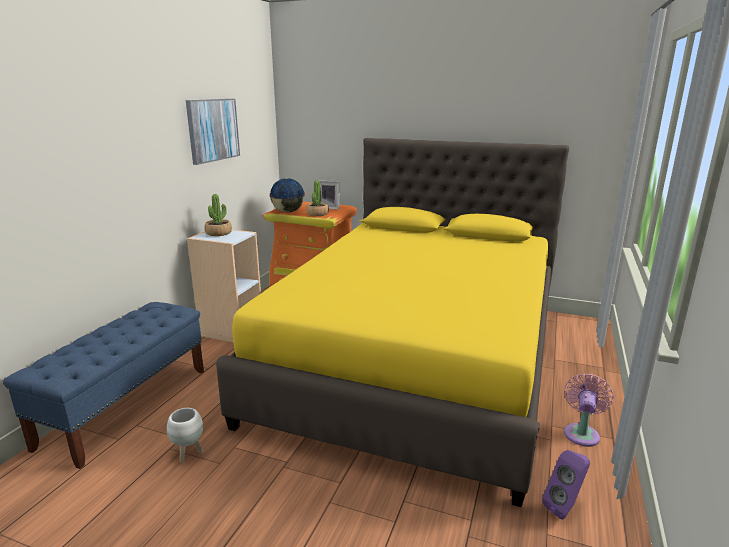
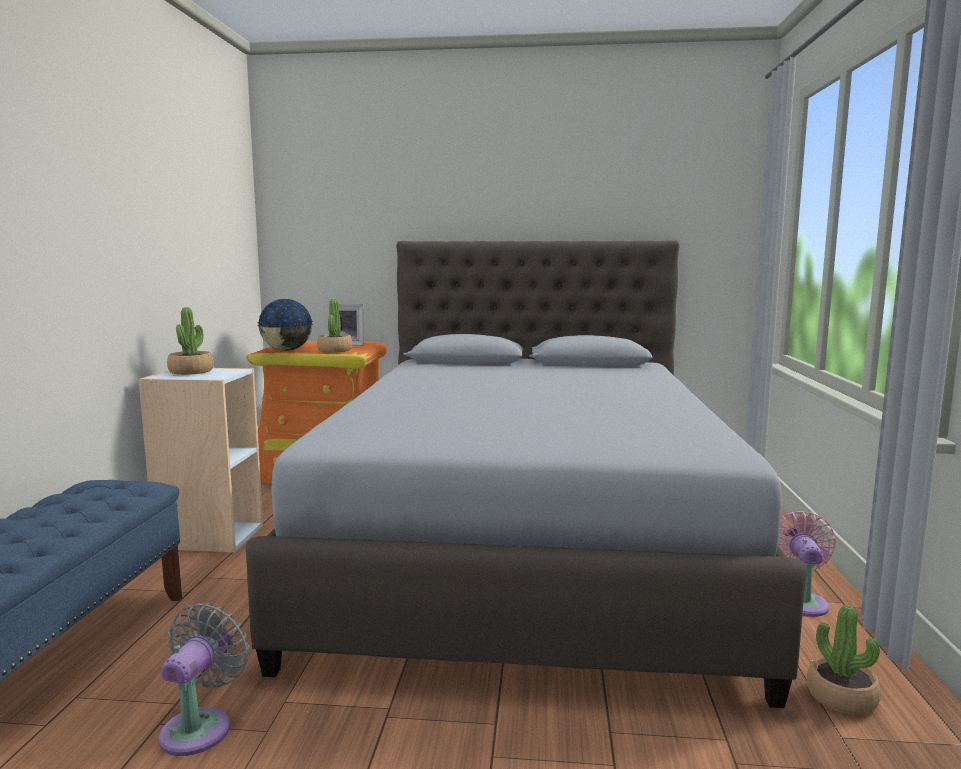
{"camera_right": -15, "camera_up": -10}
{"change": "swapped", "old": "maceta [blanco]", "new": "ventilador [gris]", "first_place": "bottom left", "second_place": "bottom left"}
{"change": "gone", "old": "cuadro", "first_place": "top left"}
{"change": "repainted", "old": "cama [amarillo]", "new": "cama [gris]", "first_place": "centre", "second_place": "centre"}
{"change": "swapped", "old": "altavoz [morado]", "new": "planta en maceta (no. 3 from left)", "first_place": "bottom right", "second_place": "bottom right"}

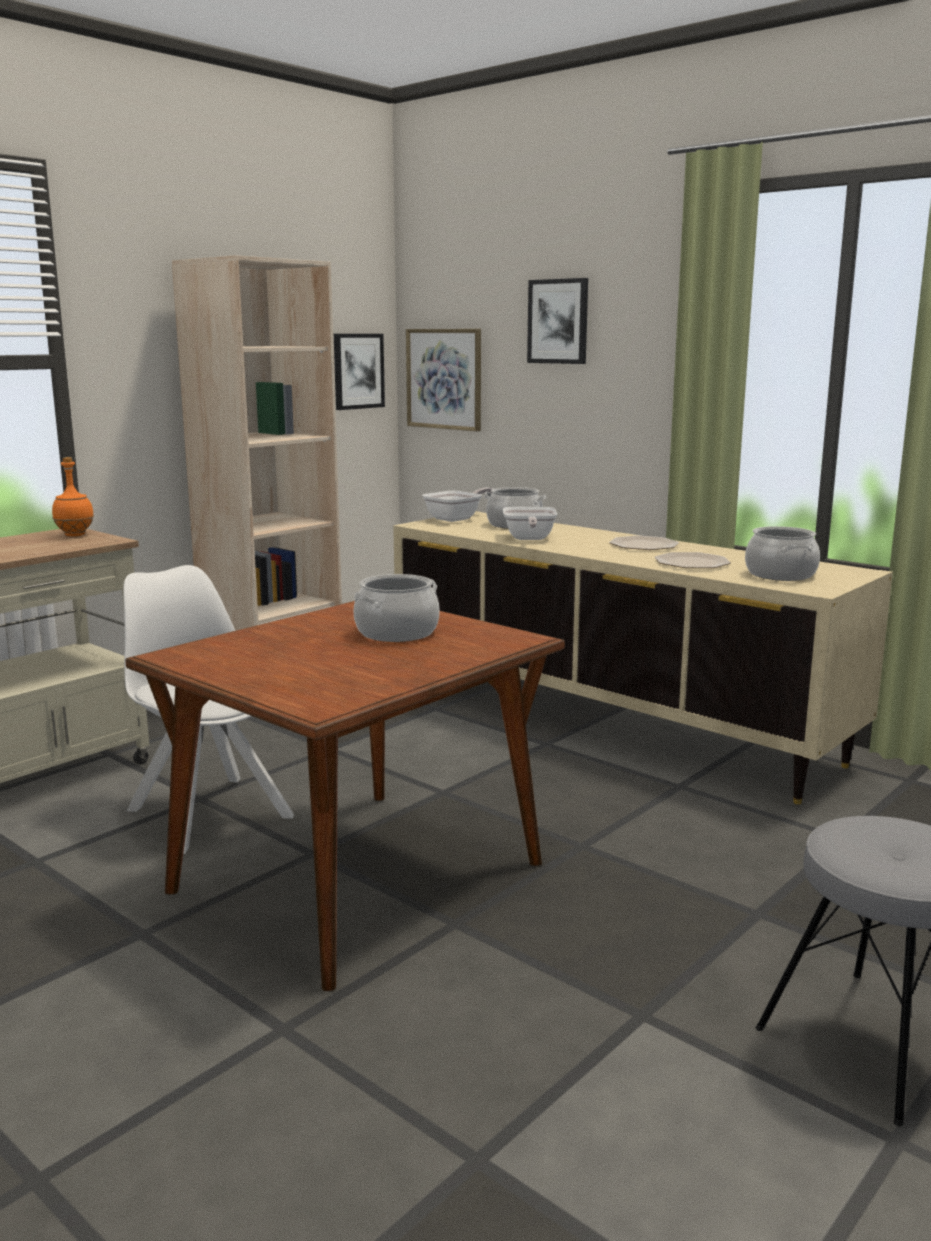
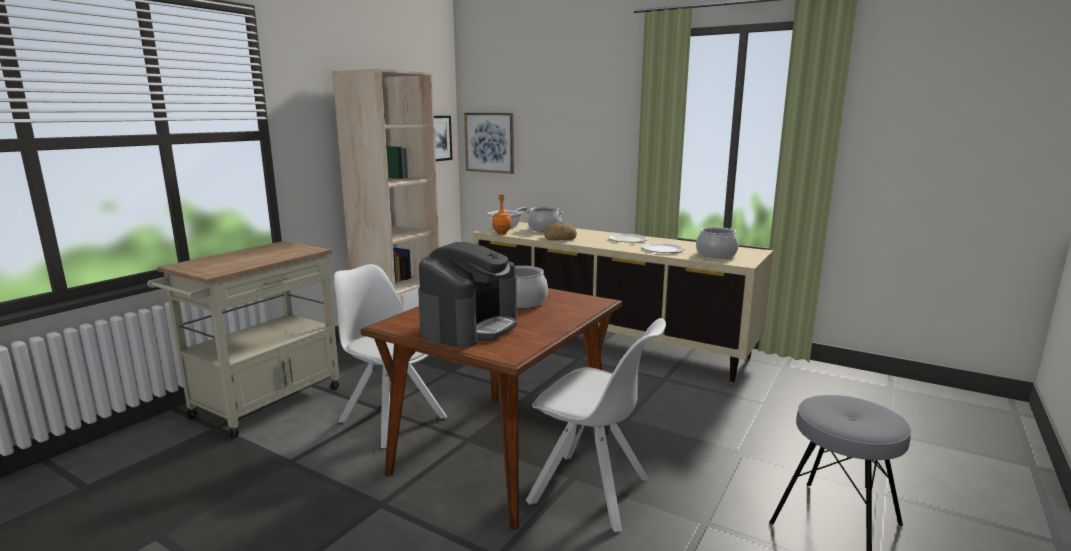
{"camera_right": -10, "camera_up": 0}
{"change": "shifted", "old": "botella [naranja]", "first_place": "middle left", "second_place": "centre"}
{"change": "swapped", "old": "sartén (no. 2 from left)", "new": "pan", "first_place": "centre", "second_place": "centre"}
{"change": "gone", "old": "cuadro (no. 3 from left)", "first_place": "top centre"}
{"change": "new", "new": "cafetera", "second_place": "centre"}
{"change": "new", "new": "silla [blanco] (no. 2 from left)", "second_place": "bottom centre"}

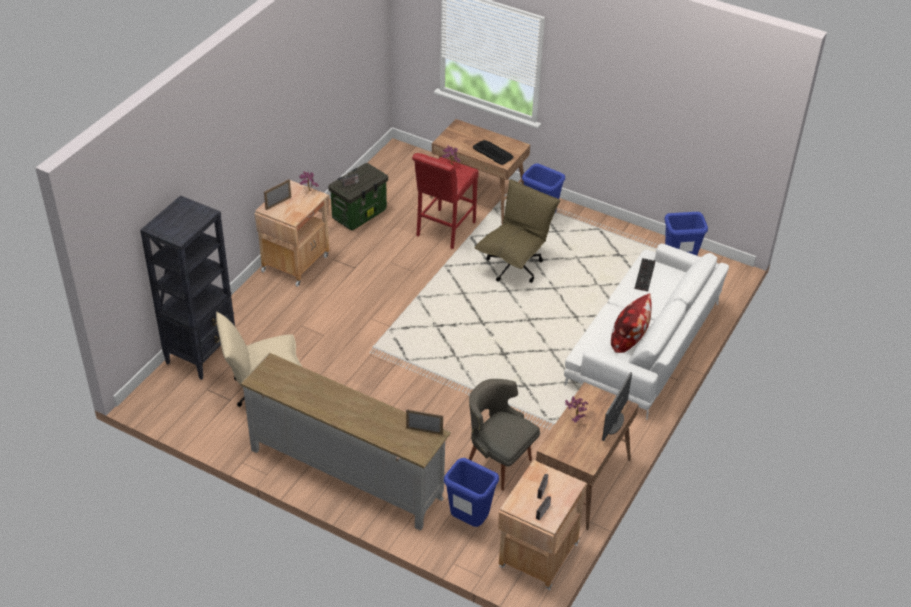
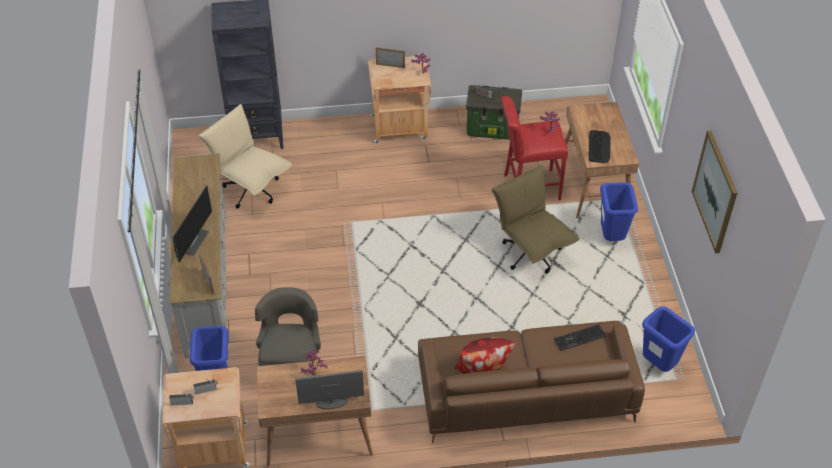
{"camera_right": 55, "camera_up": 5}
{"change": "rotated", "old": "silla de oficina [beis] (no. 2 from left)", "first_place": "centre", "second_place": "centre", "degrees": -120}
{"change": "repainted", "old": "sofá [blanco]", "new": "sofá [marrón]", "first_place": "middle right", "second_place": "bottom centre"}
{"change": "new", "new": "monitor (no. 1 from left)", "second_place": "middle left"}
{"change": "new", "new": "cuadro", "second_place": "middle right"}

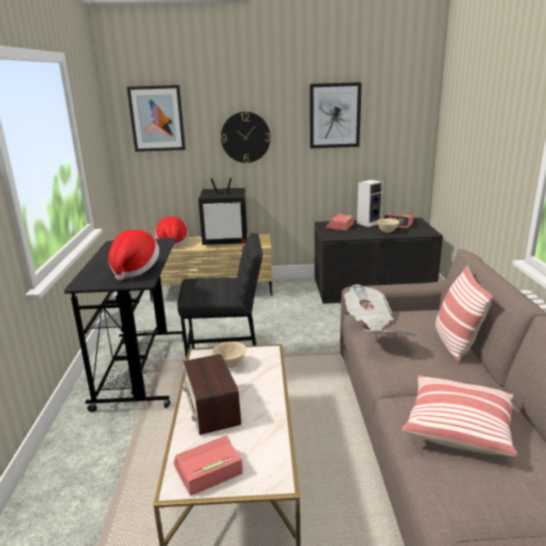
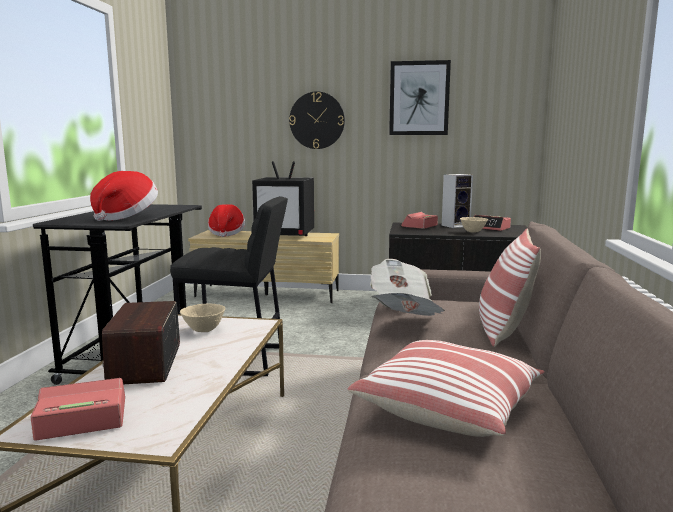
{"camera_right": 10, "camera_up": -10}
{"change": "gone", "old": "cuadro (no. 1 from left)", "first_place": "top left"}

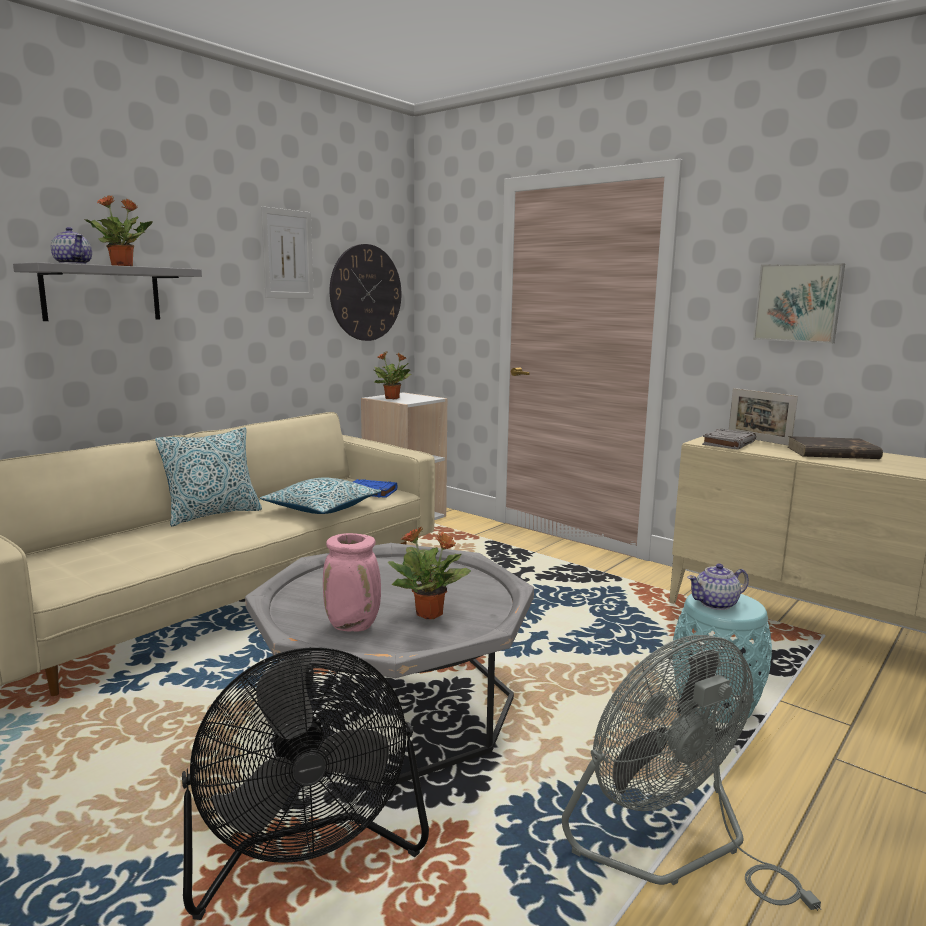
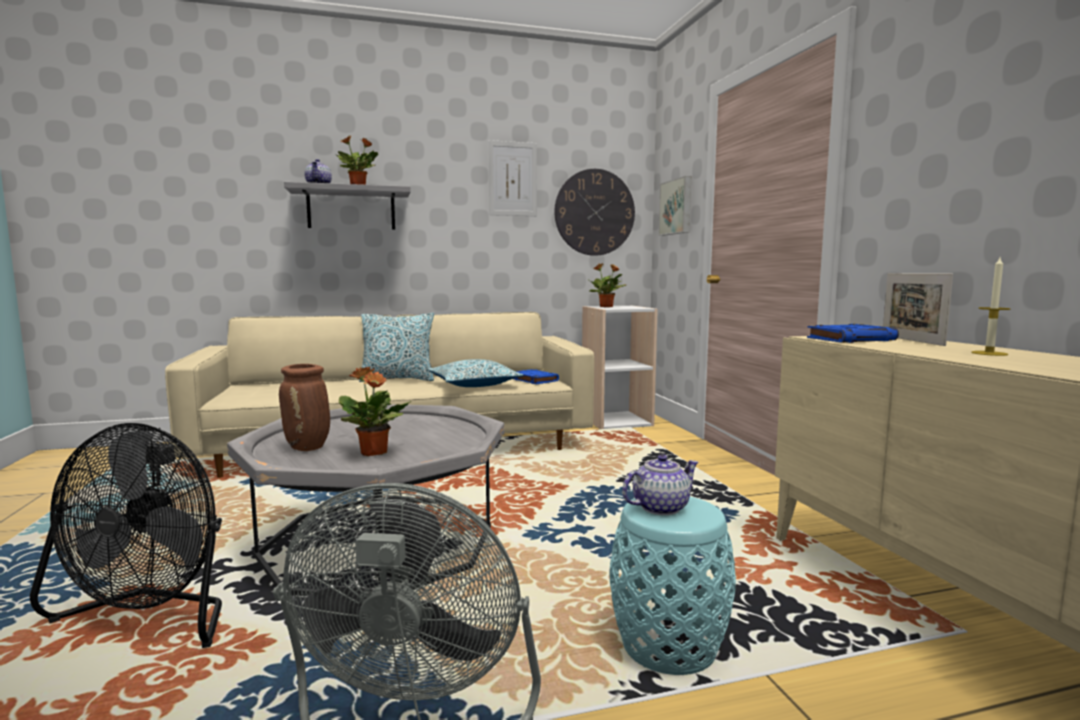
{"camera_right": 35, "camera_up": -5}
{"change": "repainted", "old": "florero [rosa]", "new": "florero [marrón]", "first_place": "centre", "second_place": "middle left"}
{"change": "rotated", "old": "tetera (no. 2 from left)", "first_place": "middle right", "second_place": "bottom centre", "degrees": 135}
{"change": "repainted", "old": "libro [gris]", "new": "libro [azul] (no. 2 from left)", "first_place": "middle right", "second_place": "middle right"}
{"change": "shifted", "old": "cuadro (no. 2 from left)", "first_place": "top right", "second_place": "top centre"}
{"change": "swapped", "old": "libro [marrón]", "new": "vela", "first_place": "middle right", "second_place": "middle right"}

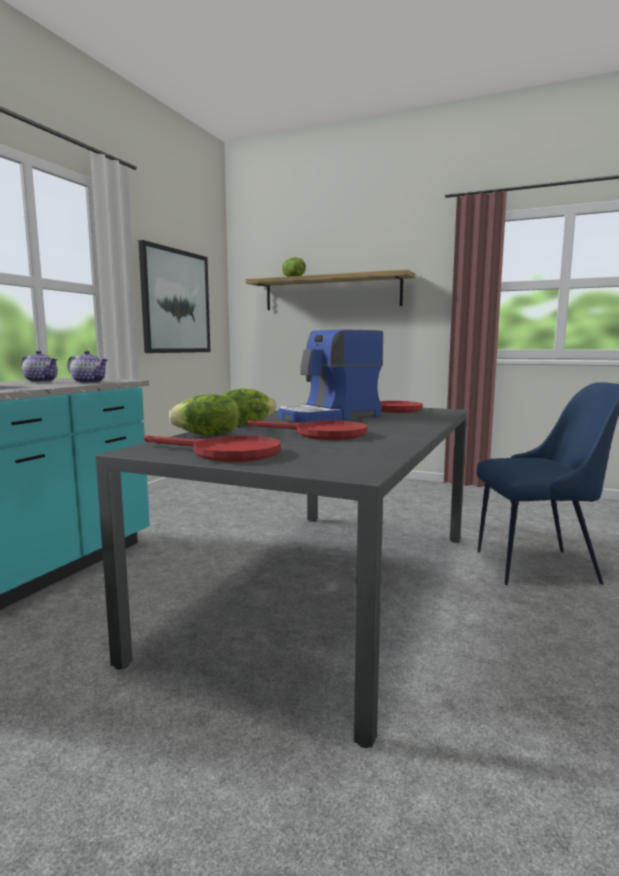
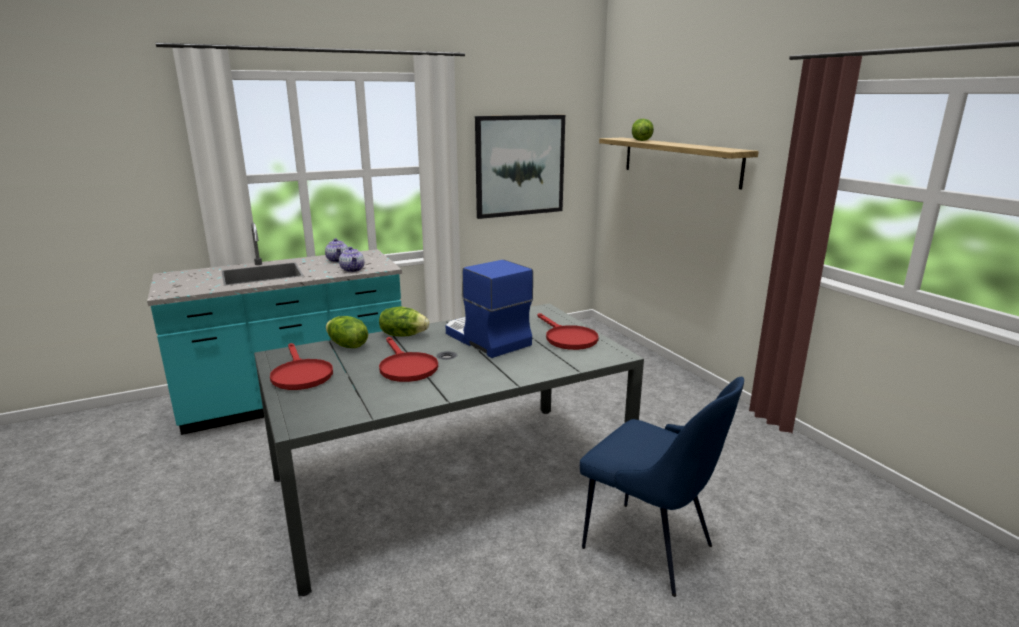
{"camera_right": 40, "camera_up": 10}
{"change": "rotated", "old": "cafetera", "first_place": "centre", "second_place": "centre", "degrees": 45}

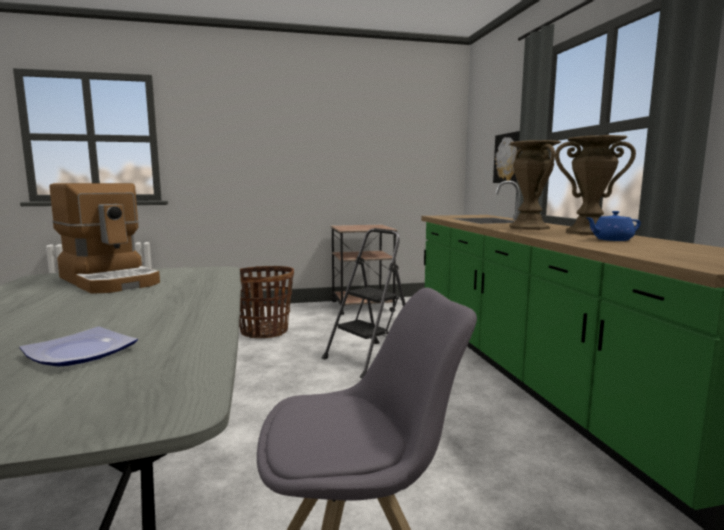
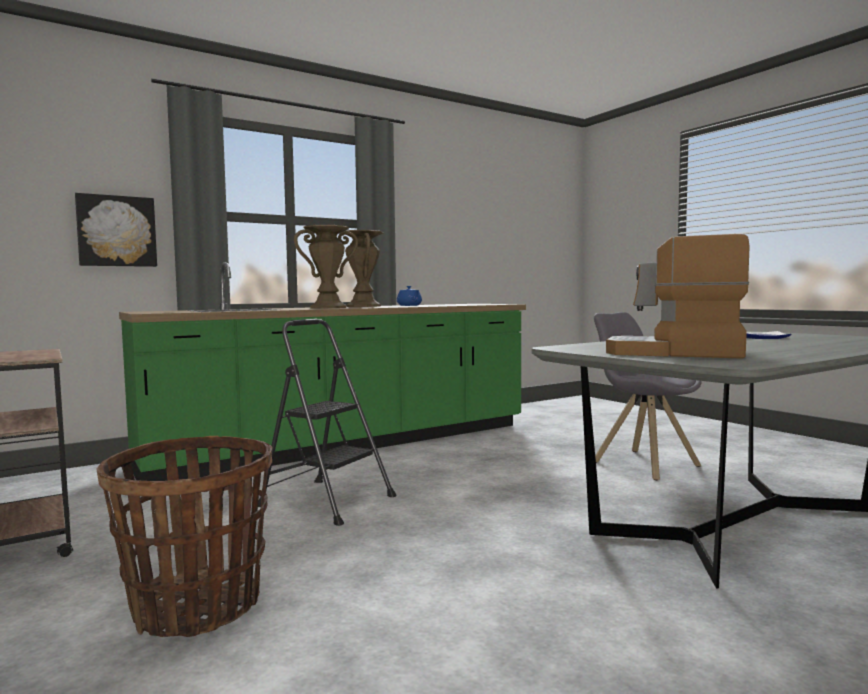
{"camera_right": -110, "camera_up": -5}
{"change": "rotated", "old": "cafetera", "first_place": "middle left", "second_place": "middle right", "degrees": -90}

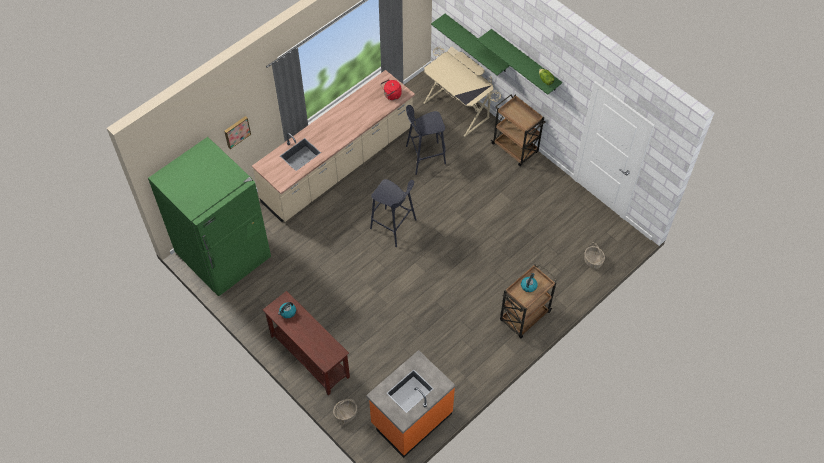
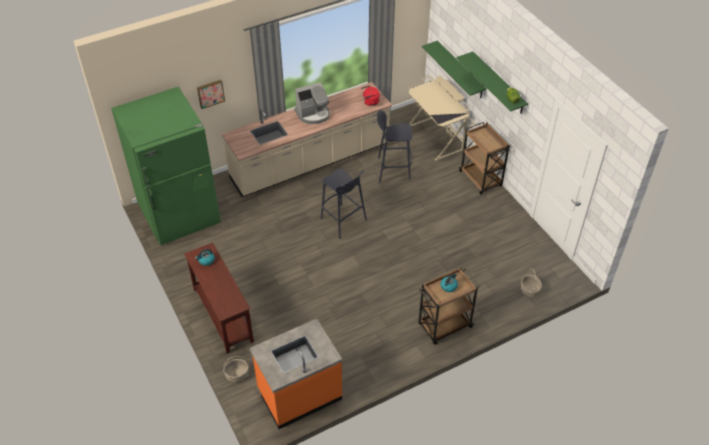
{"camera_right": 15, "camera_up": -10}
{"change": "new", "new": "cafetera", "second_place": "top centre"}

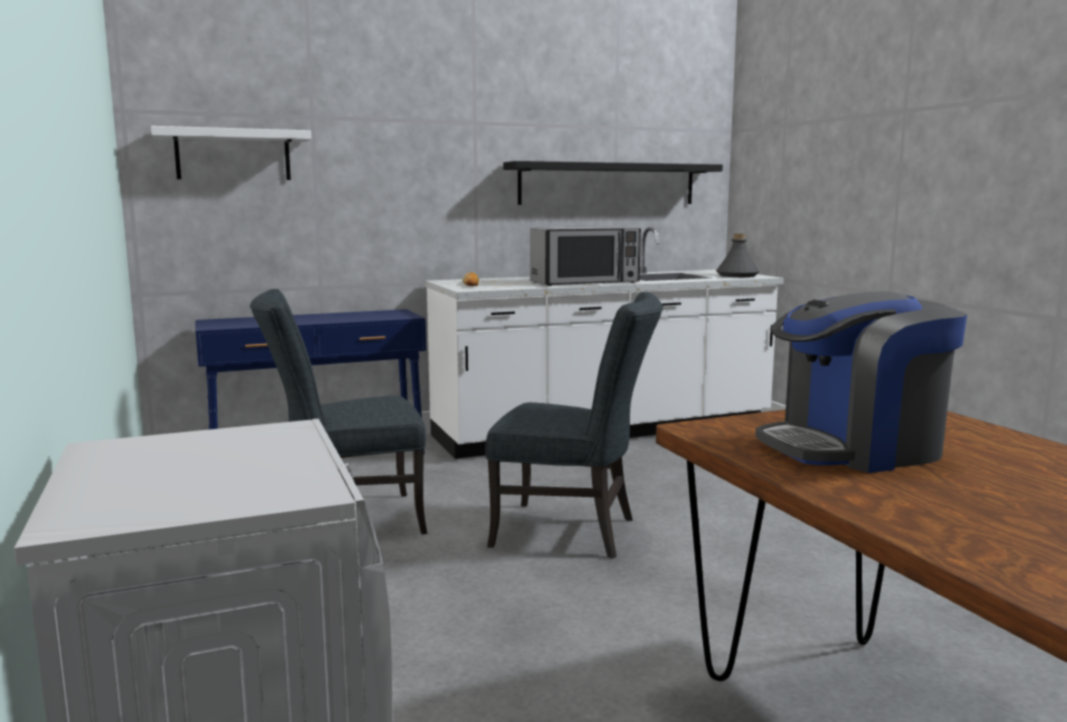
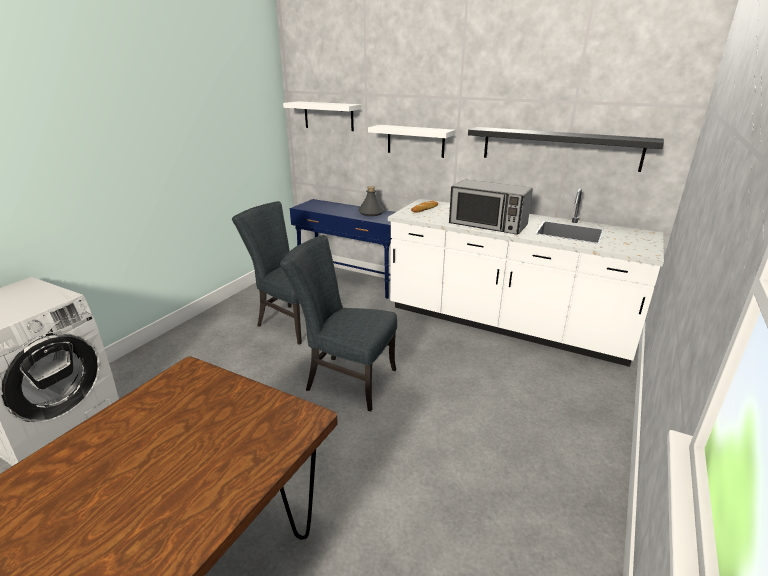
{"camera_right": 50, "camera_up": 15}
{"change": "rotated", "old": "silla [gris] (no. 2 from left)", "first_place": "centre", "second_place": "centre", "degrees": 135}
{"change": "shifted", "old": "botella [gris]", "first_place": "middle right", "second_place": "centre"}
{"change": "gone", "old": "cafetera", "first_place": "middle right"}
{"change": "new", "new": "estante [blanco] (no. 2 from left)", "second_place": "top centre"}

